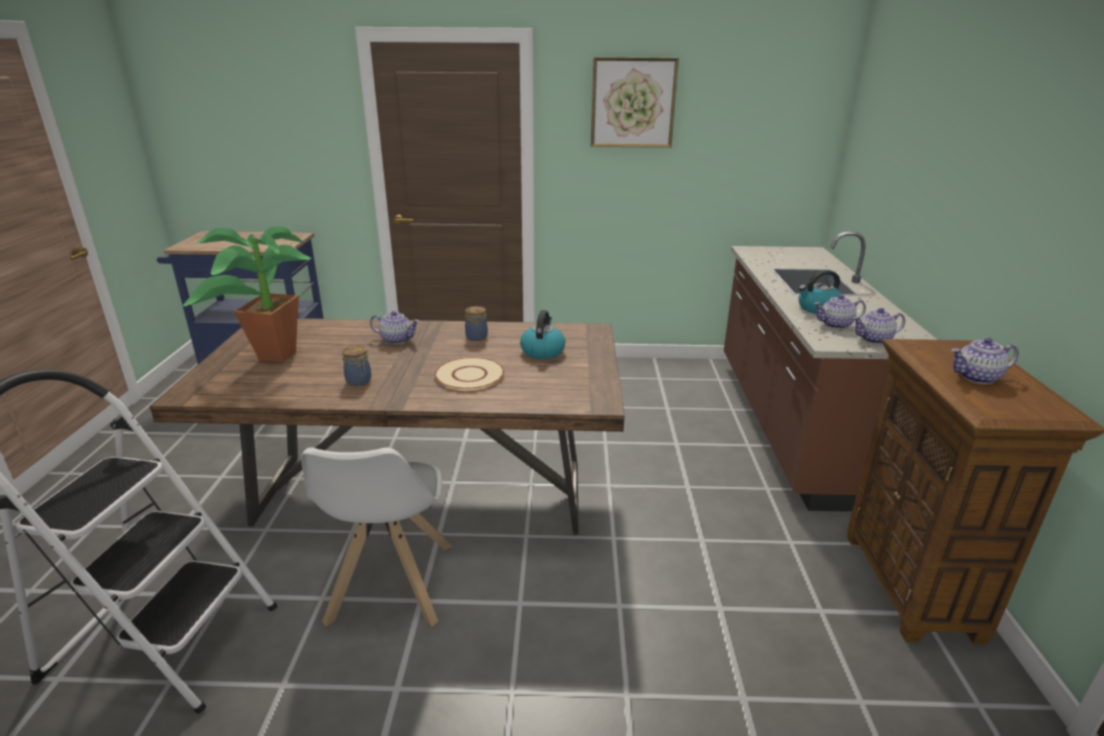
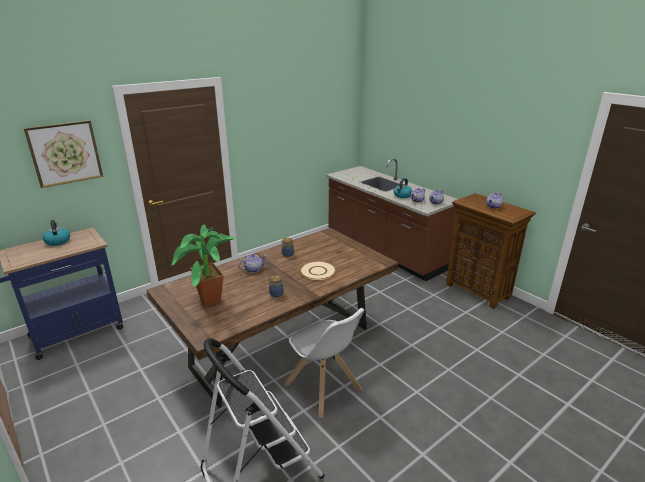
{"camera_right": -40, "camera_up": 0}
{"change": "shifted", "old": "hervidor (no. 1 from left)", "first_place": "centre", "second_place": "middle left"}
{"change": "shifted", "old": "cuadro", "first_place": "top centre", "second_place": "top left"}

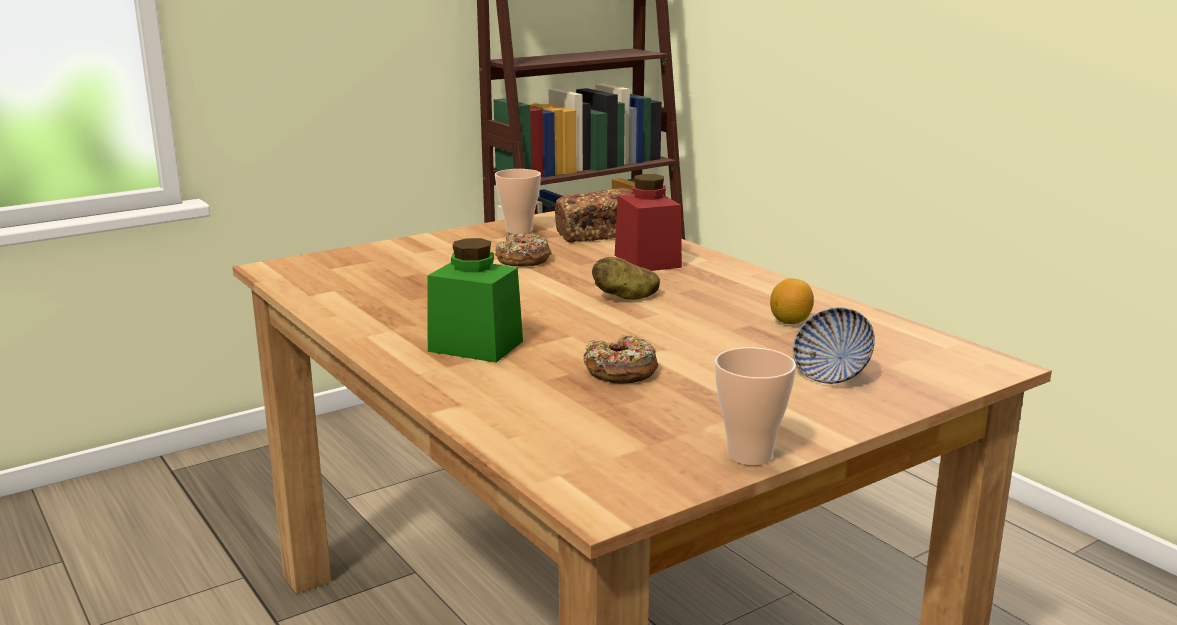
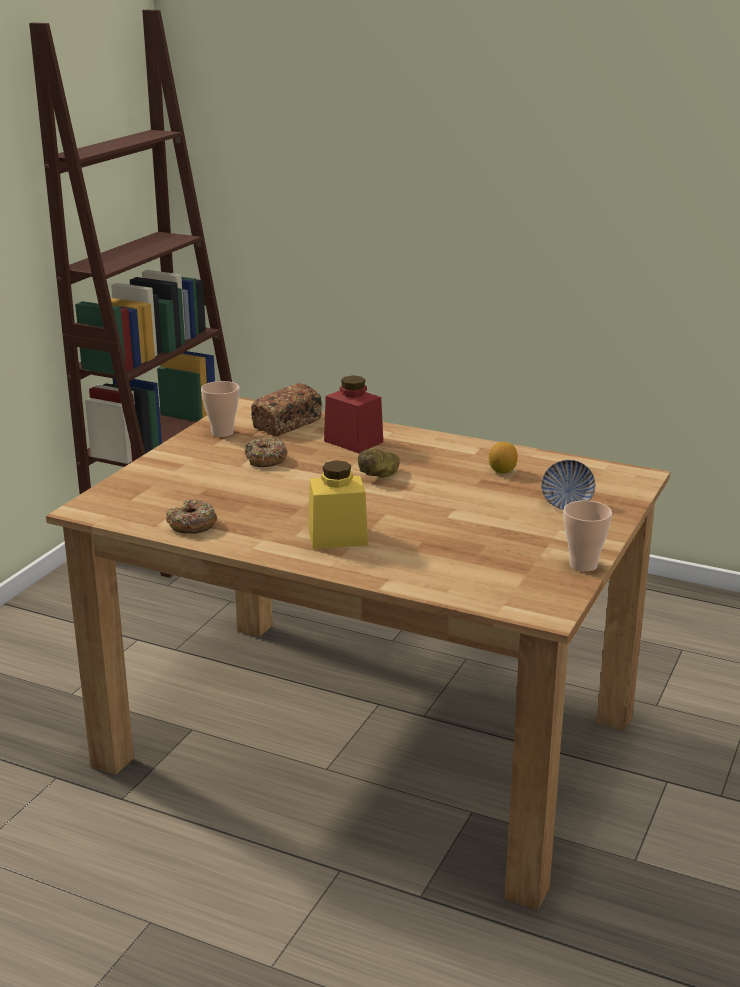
{"camera_right": -30, "camera_up": 5}
{"change": "repainted", "old": "tarro [verde]", "new": "tarro [amarillo]", "first_place": "centre", "second_place": "centre"}
{"change": "shifted", "old": "rosquilla (no. 2 from left in the first image)", "new": "rosquilla (no. 1 from left)", "first_place": "centre", "second_place": "middle left"}

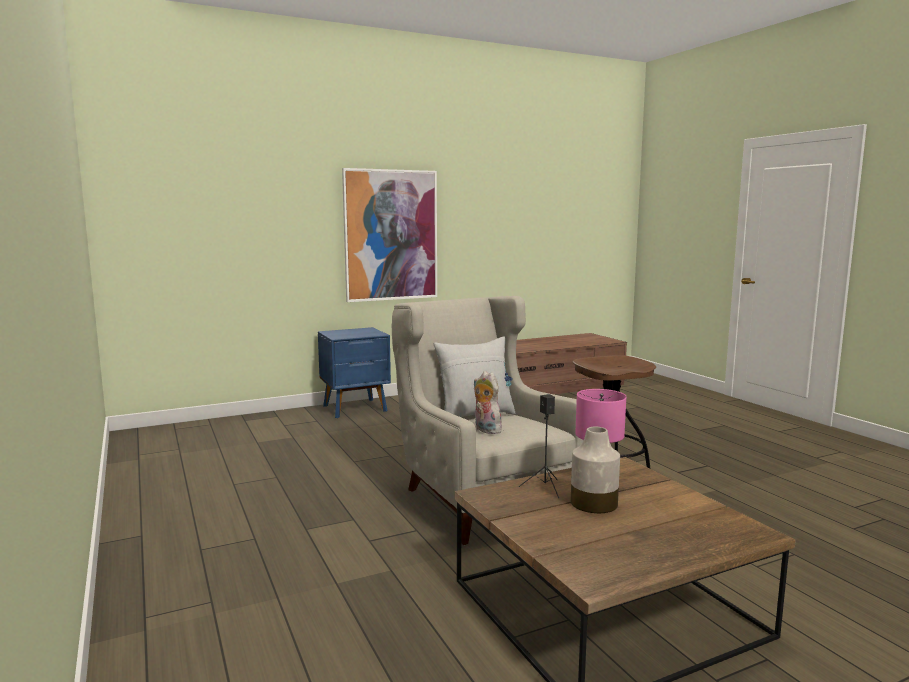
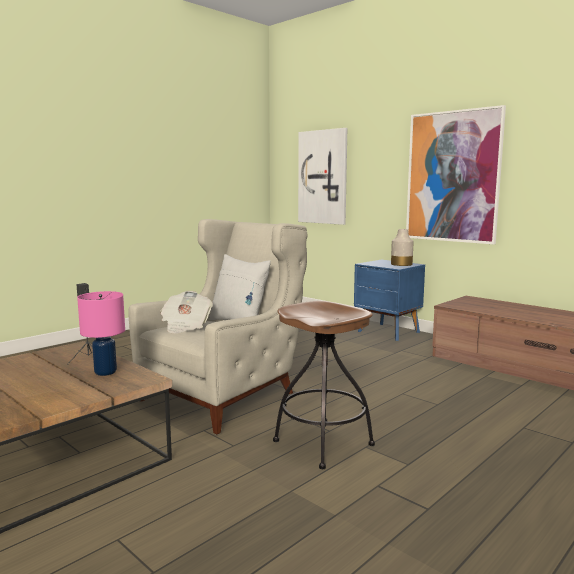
{"camera_right": 70, "camera_up": 0}
{"change": "swapped", "old": "peluche", "new": "periódico", "first_place": "centre", "second_place": "middle left"}
{"change": "shifted", "old": "florero [beis]", "first_place": "bottom centre", "second_place": "middle right"}
{"change": "new", "new": "cuadro (no. 1 from left)", "second_place": "top centre"}

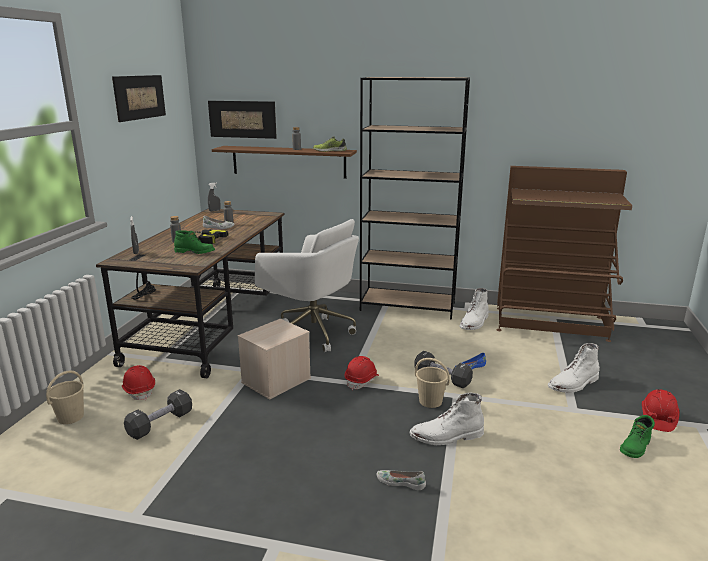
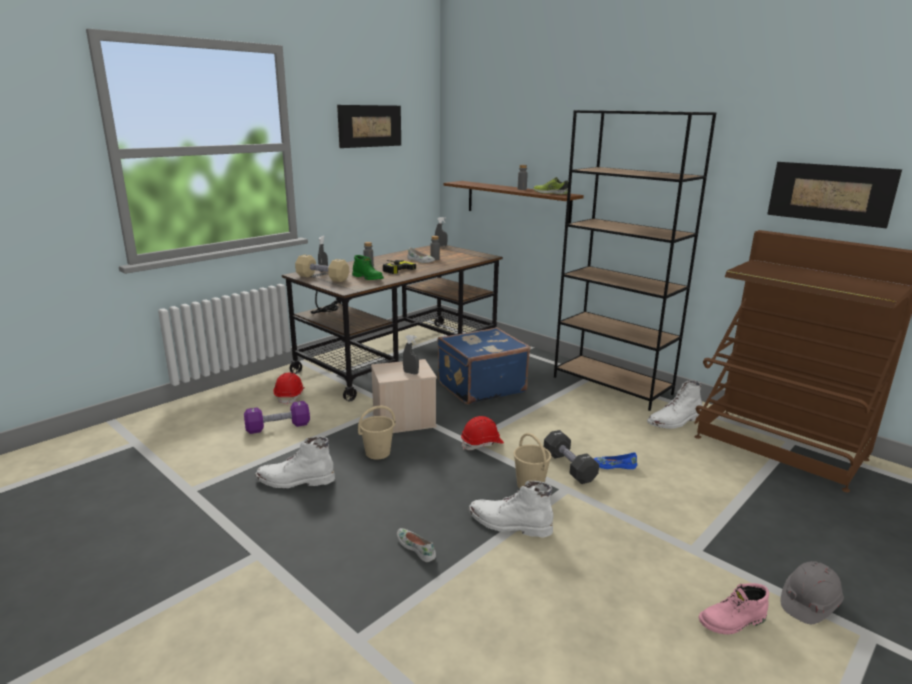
{"camera_right": 30, "camera_up": 0}
{"change": "shifted", "old": "cubo [beis] (no. 1 from left)", "first_place": "bottom left", "second_place": "centre"}
{"change": "repainted", "old": "mancuerna [negro] (no. 1 from left)", "new": "mancuerna [morado]", "first_place": "bottom left", "second_place": "middle left"}
{"change": "shifted", "old": "cuadro (no. 2 from left)", "first_place": "top centre", "second_place": "top right"}
{"change": "swapped", "old": "silla de oficina [blanco]", "new": "maleta [azul]", "first_place": "centre", "second_place": "centre"}
{"change": "shifted", "old": "bota [blanco] (no. 3 from left in the first image)", "new": "bota [blanco] (no. 1 from left)", "first_place": "middle right", "second_place": "bottom left"}
{"change": "repainted", "old": "bota [verde] (no. 2 from left)", "new": "bota [rosa]", "first_place": "bottom right", "second_place": "bottom right"}
{"change": "repainted", "old": "casco [rojo] (no. 3 from left)", "new": "casco [gris]", "first_place": "bottom right", "second_place": "bottom right"}
{"change": "new", "new": "mancuerna [beis]", "second_place": "centre"}
{"change": "new", "new": "pulverizador [gris] (no. 2 from left)", "second_place": "centre"}

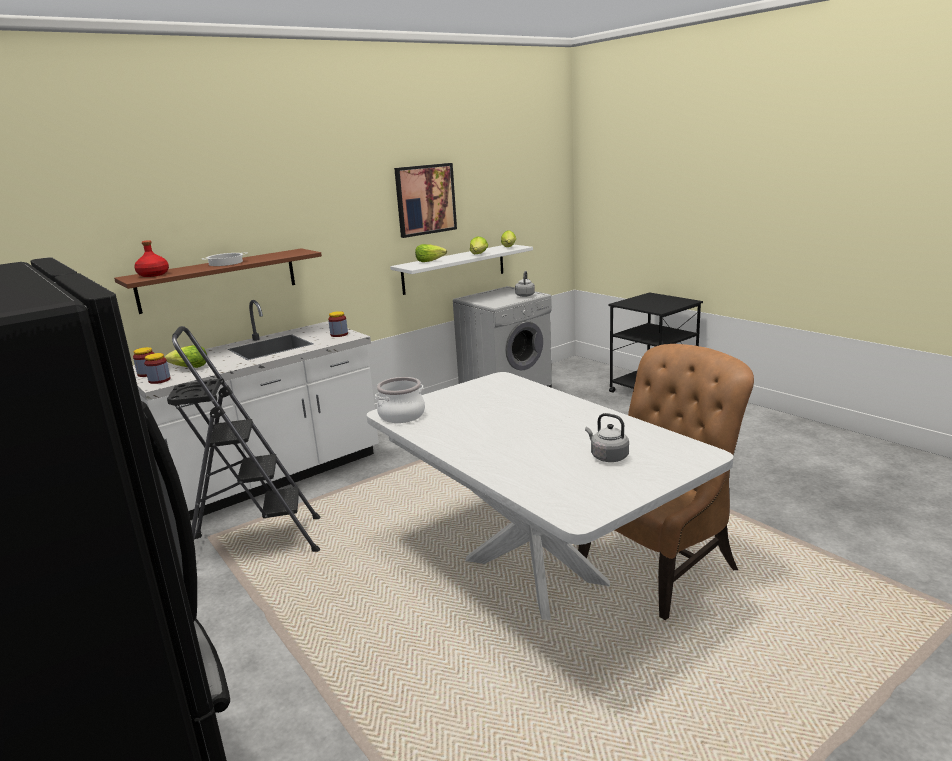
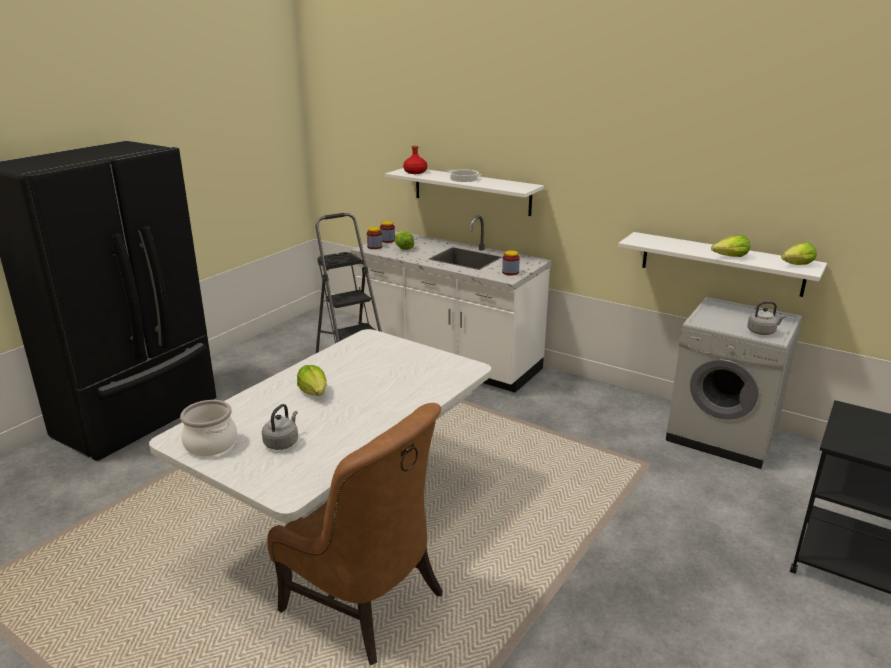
{"camera_right": 70, "camera_up": 5}
{"change": "repainted", "old": "estante [marrón]", "new": "estante [blanco] (no. 1 from left)", "first_place": "middle left", "second_place": "top centre"}
{"change": "shifted", "old": "olla (no. 2 from left in the first image)", "new": "olla (no. 1 from left)", "first_place": "centre", "second_place": "middle left"}
{"change": "gone", "old": "cuadro", "first_place": "top centre"}
{"change": "shifted", "old": "lechuga (no. 2 from left in the first image)", "new": "lechuga (no. 1 from left)", "first_place": "top centre", "second_place": "centre"}

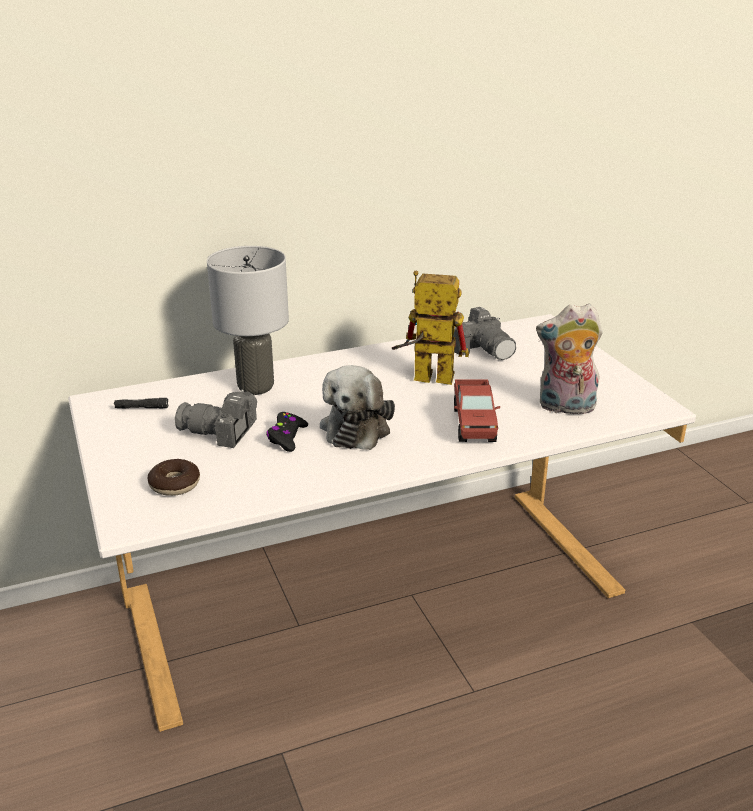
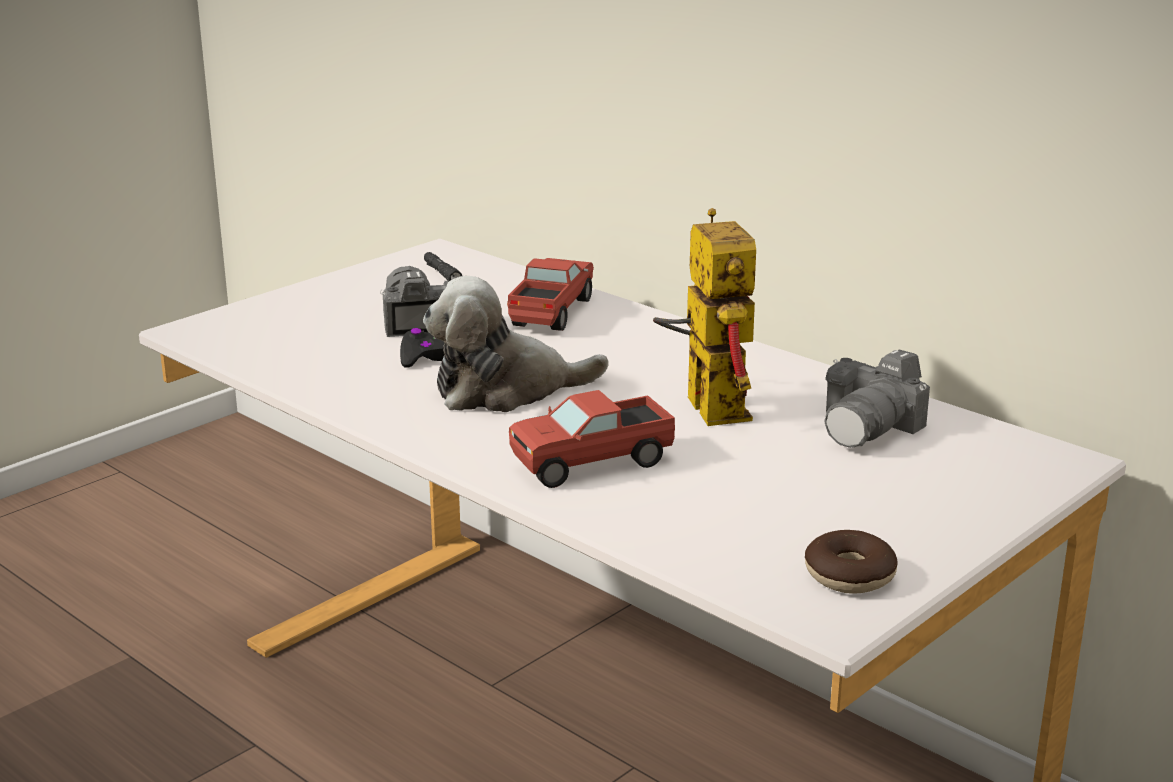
{"camera_right": 65, "camera_up": -5}
{"change": "shifted", "old": "rosquilla", "first_place": "middle left", "second_place": "bottom right"}
{"change": "swapped", "old": "lámpara de mesa [blanco]", "new": "camión de juguete (no. 1 from left)", "first_place": "middle left", "second_place": "centre"}
{"change": "gone", "old": "peluche (no. 2 from left)", "first_place": "middle right"}

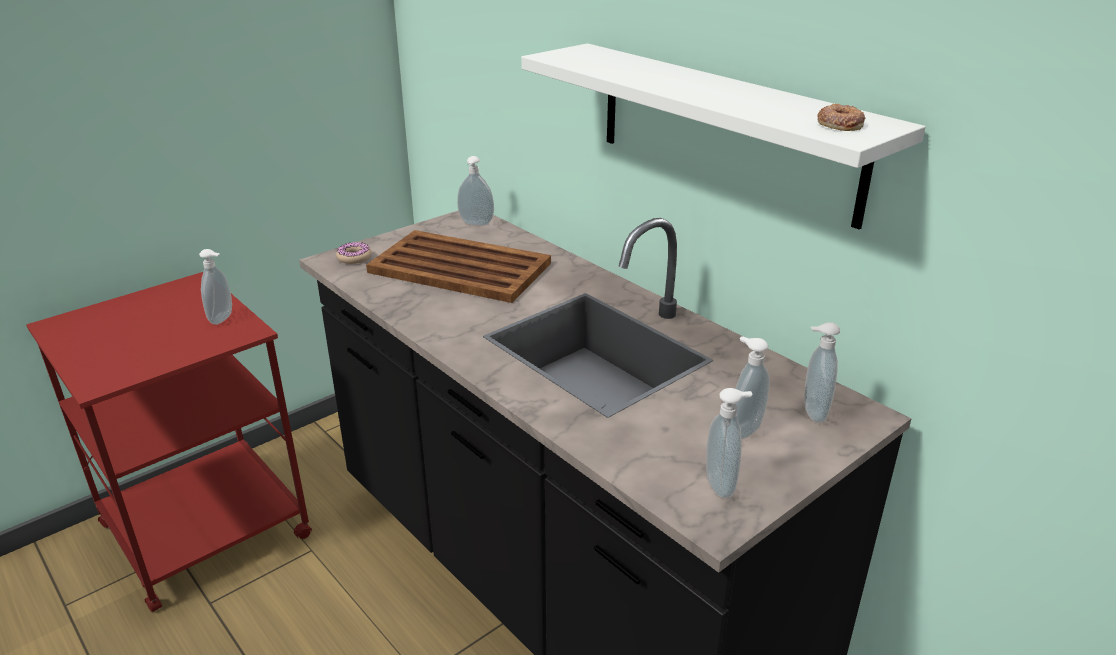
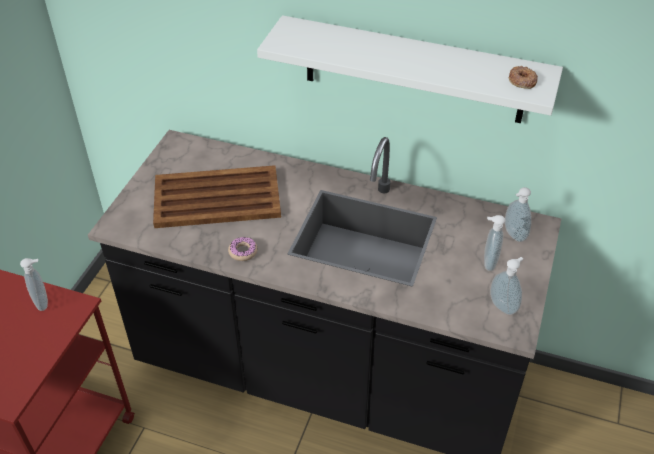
{"camera_right": -30, "camera_up": 15}
{"change": "shifted", "old": "rosquilla (no. 1 from left)", "first_place": "middle left", "second_place": "centre"}
{"change": "gone", "old": "dispensador de jabón (no. 2 from left)", "first_place": "top centre"}

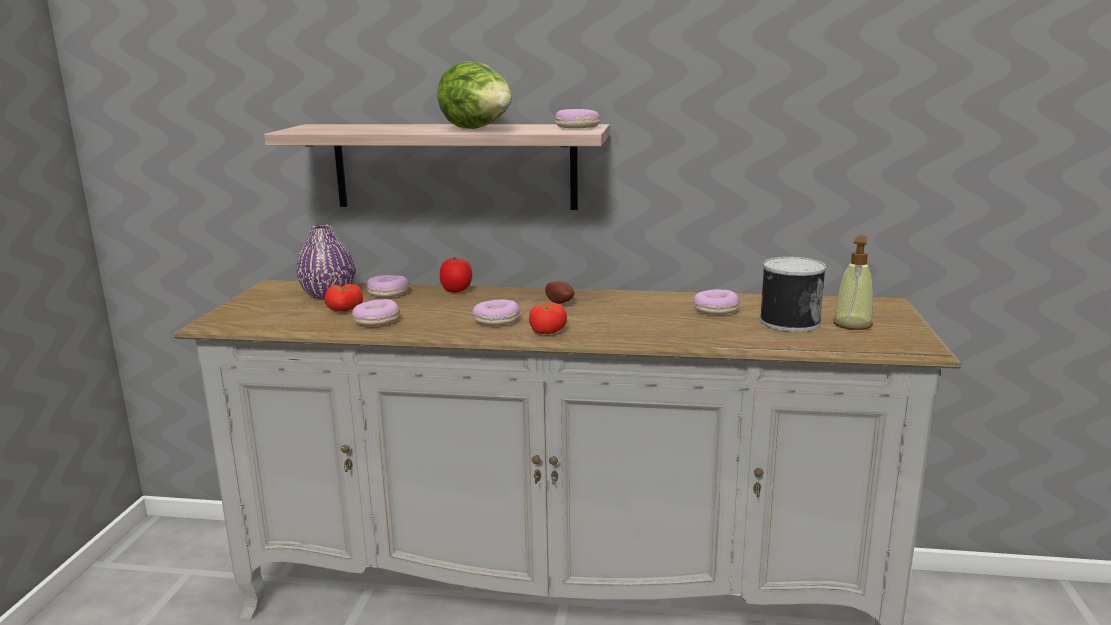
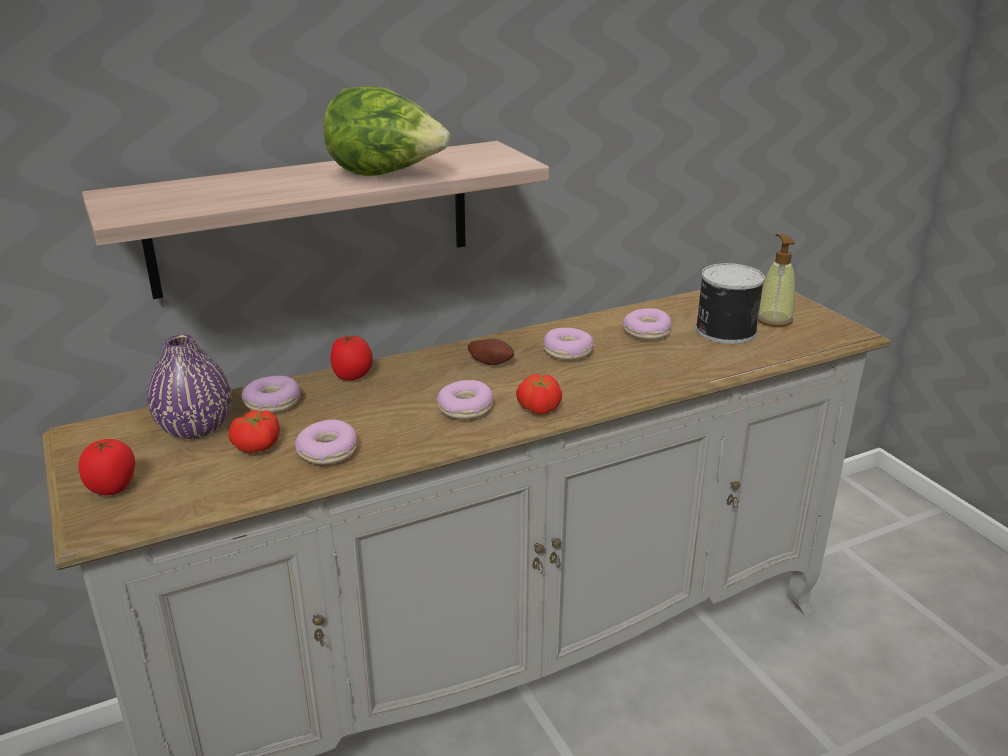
{"camera_right": -35, "camera_up": 10}
{"change": "shifted", "old": "rosquilla (no. 4 from left)", "first_place": "top centre", "second_place": "centre"}
{"change": "new", "new": "tomate (no. 1 from left)", "second_place": "middle left"}

